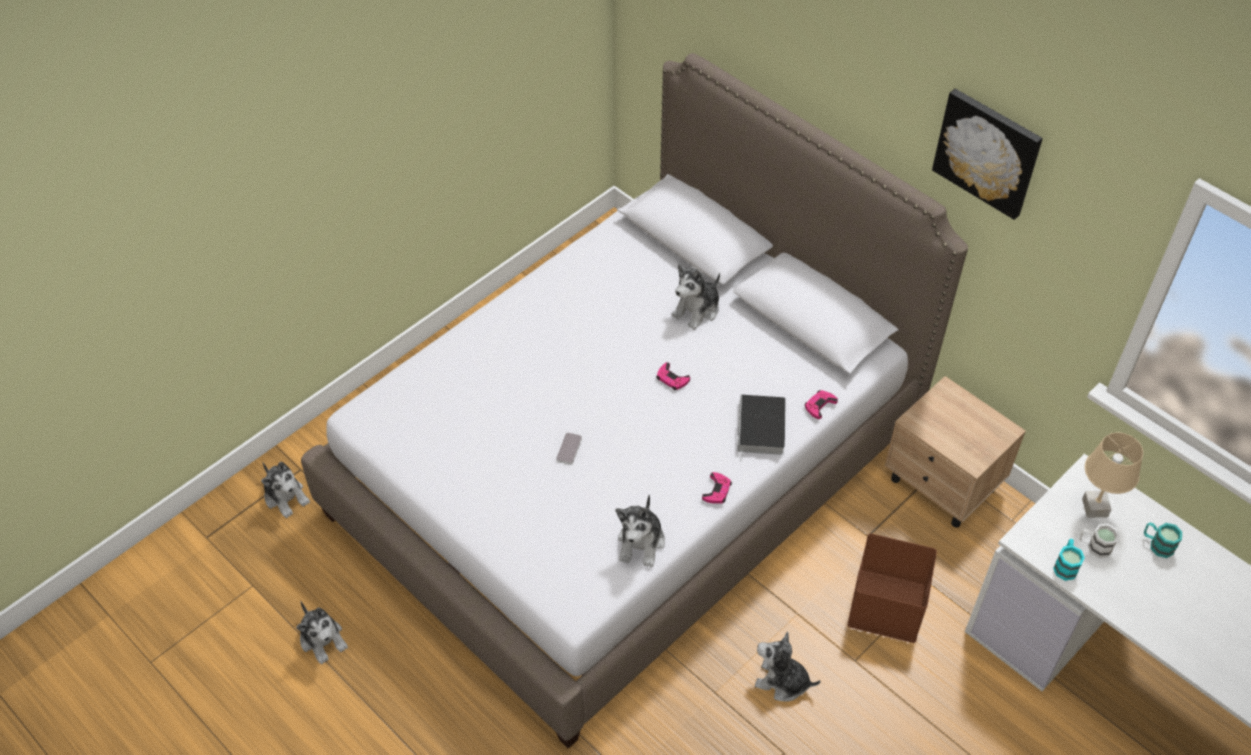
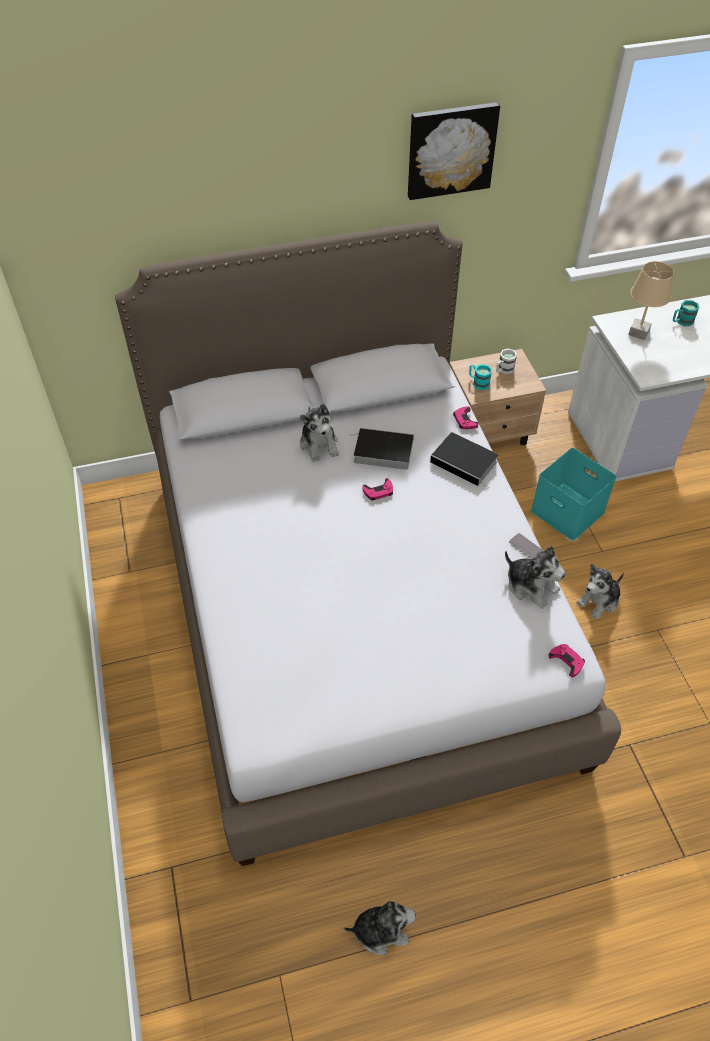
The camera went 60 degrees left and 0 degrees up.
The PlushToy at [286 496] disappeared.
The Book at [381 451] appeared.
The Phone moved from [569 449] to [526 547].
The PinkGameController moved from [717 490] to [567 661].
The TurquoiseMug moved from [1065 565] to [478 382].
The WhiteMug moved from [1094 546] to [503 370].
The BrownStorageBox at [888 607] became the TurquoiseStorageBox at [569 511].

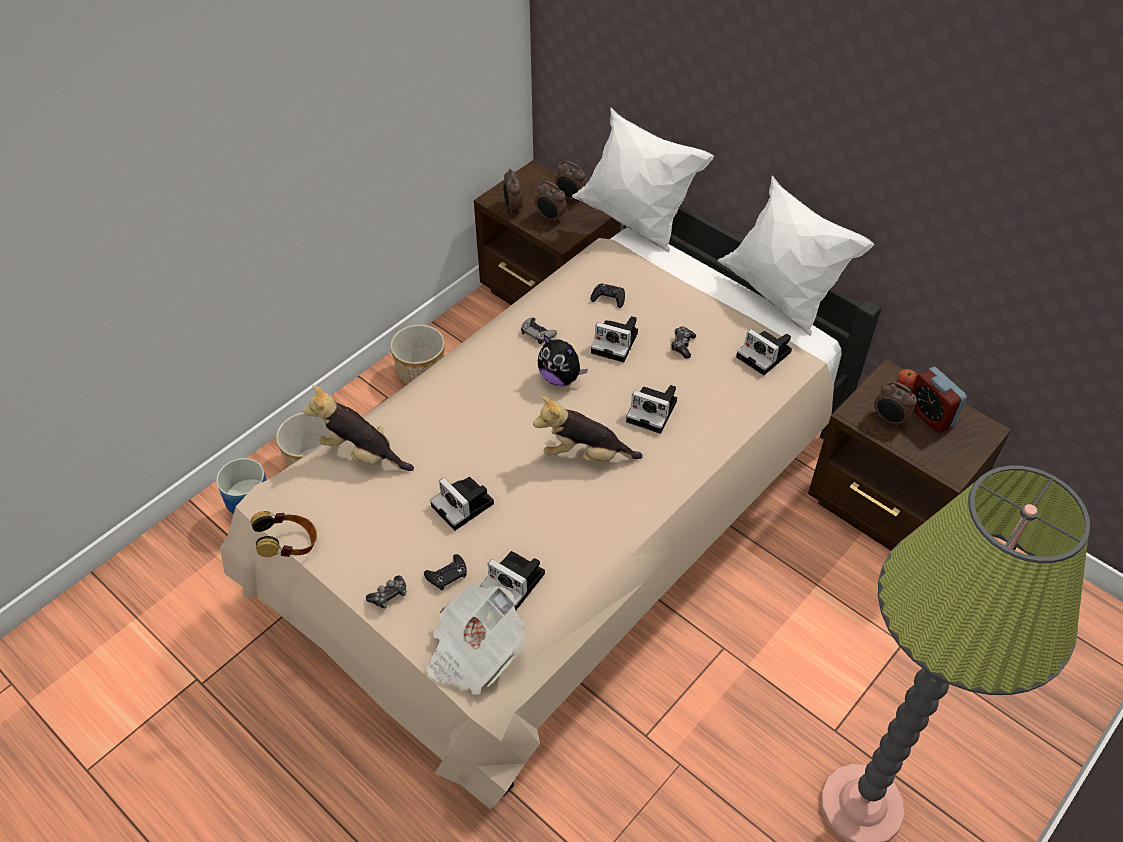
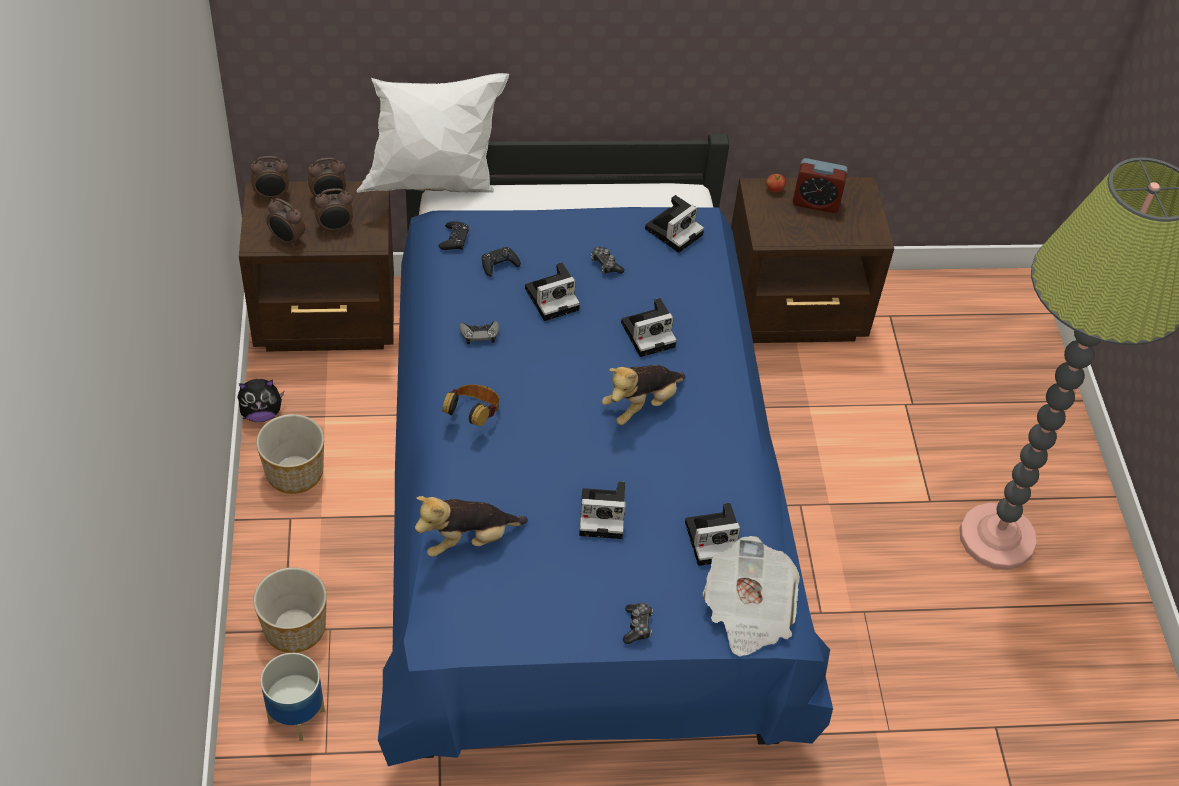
The camera went 50 degrees left and 0 degrees up.
The WhitePillow at [780 298] disappeared.
The Headphones moved from [289 546] to [473 415].
The BlackGameController moved from [447 574] to [454 239].
The PlushToy moved from [560 378] to [261 413].
The AlarmClock moved from [889 419] to [272 195].
The BeigeBed at [560 525] became the BlueBed at [577 509].
The PhotoCamera at [765 355] turned 45 degrees counterclockwise.

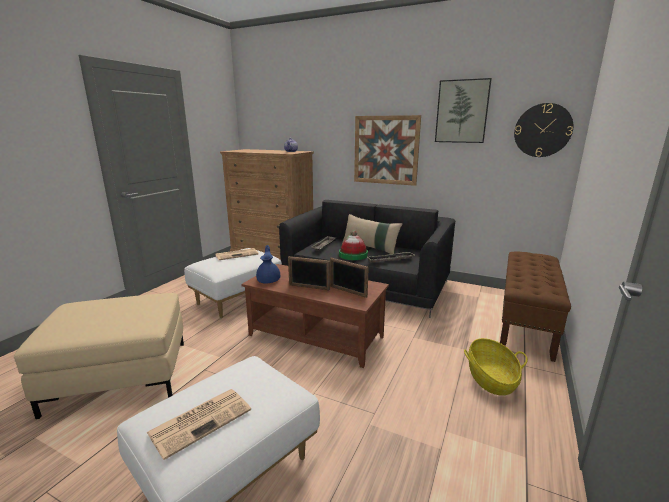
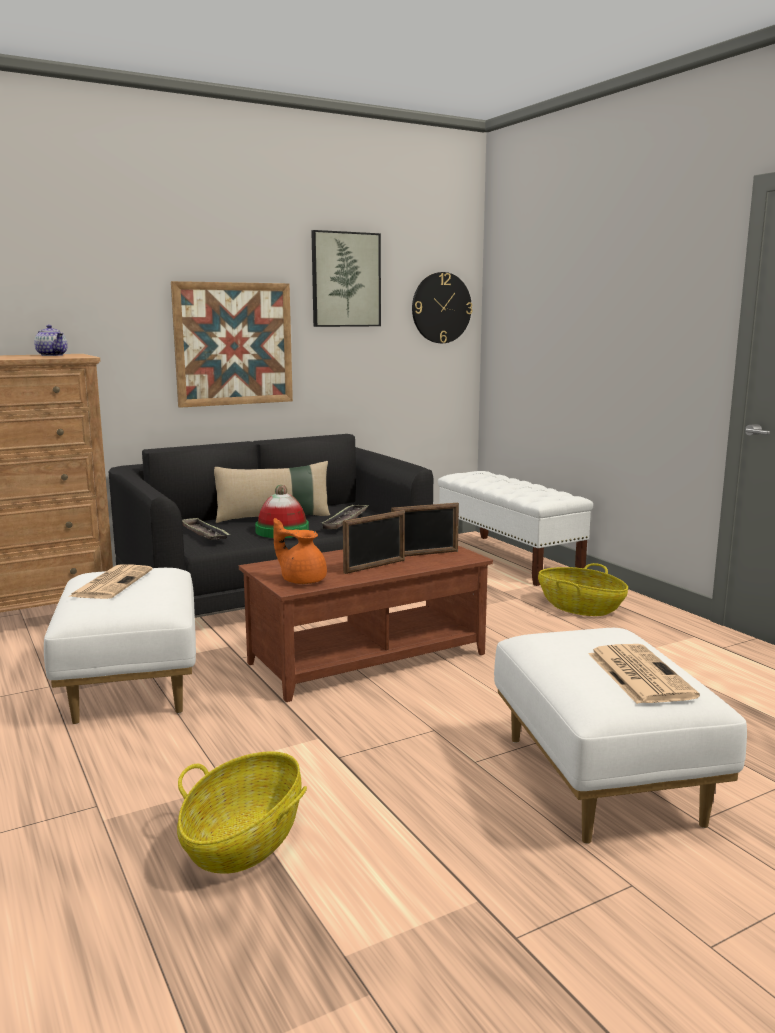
The camera went 55 degrees left and 5 degrees down.
The BeigeOttoman at [121 375] was replaced by the Basket at [244 841].
The BlueTeapot at [269 280] became the OrangeTeapot at [302 580].
The BrownBench at [525 324] became the WhiteBench at [508 559].

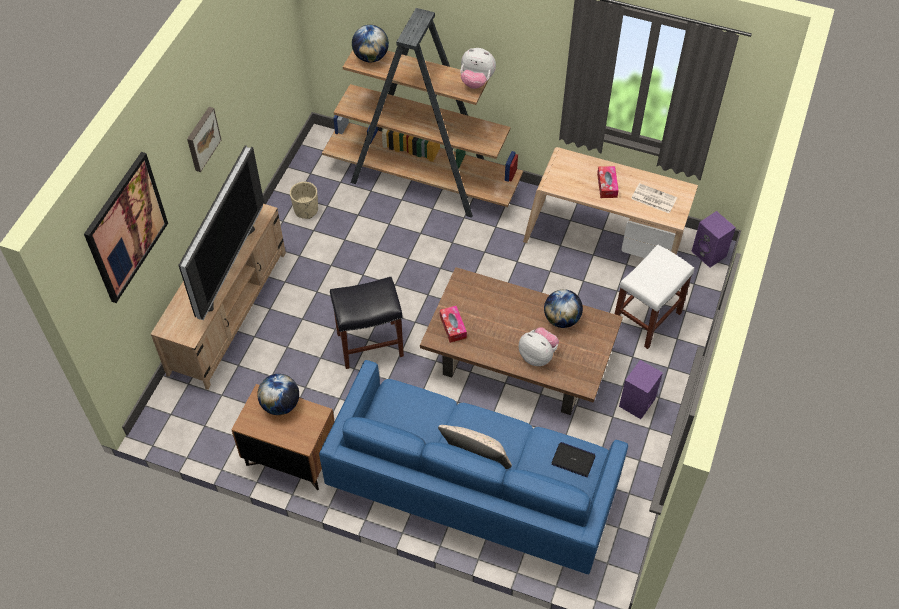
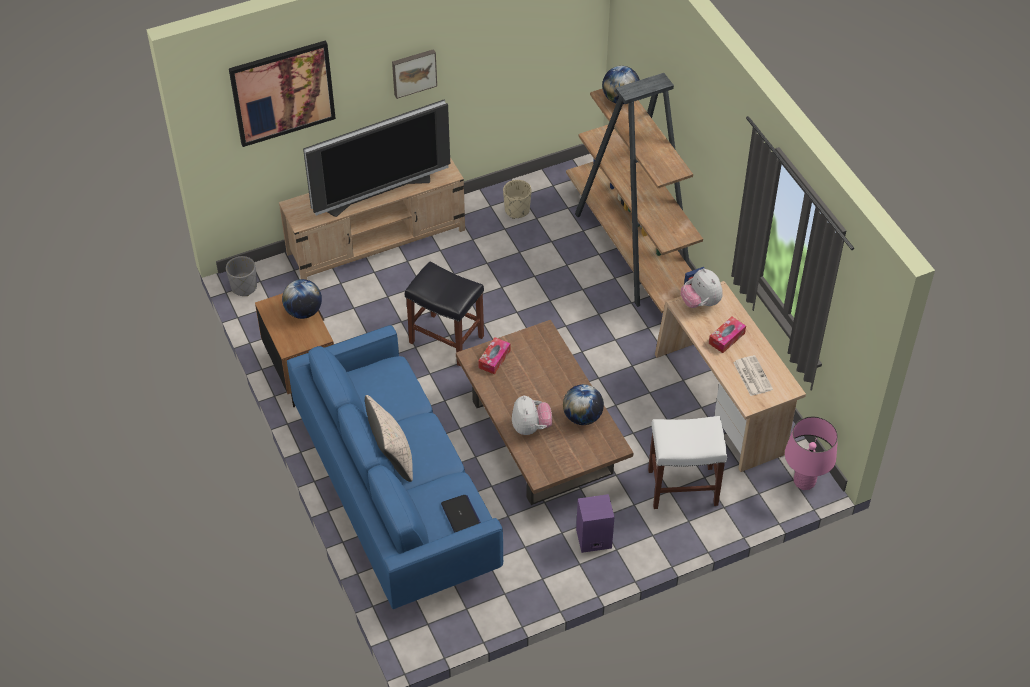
The camera went 45 degrees right and 5 degrees down.
The GreyPlanter at [244 287] appeared.
The PlushToy moved from [476 81] to [700 303].
The PurpleSpeaker at [710 254] was replaced by the PinkTableLamp at [804 482].

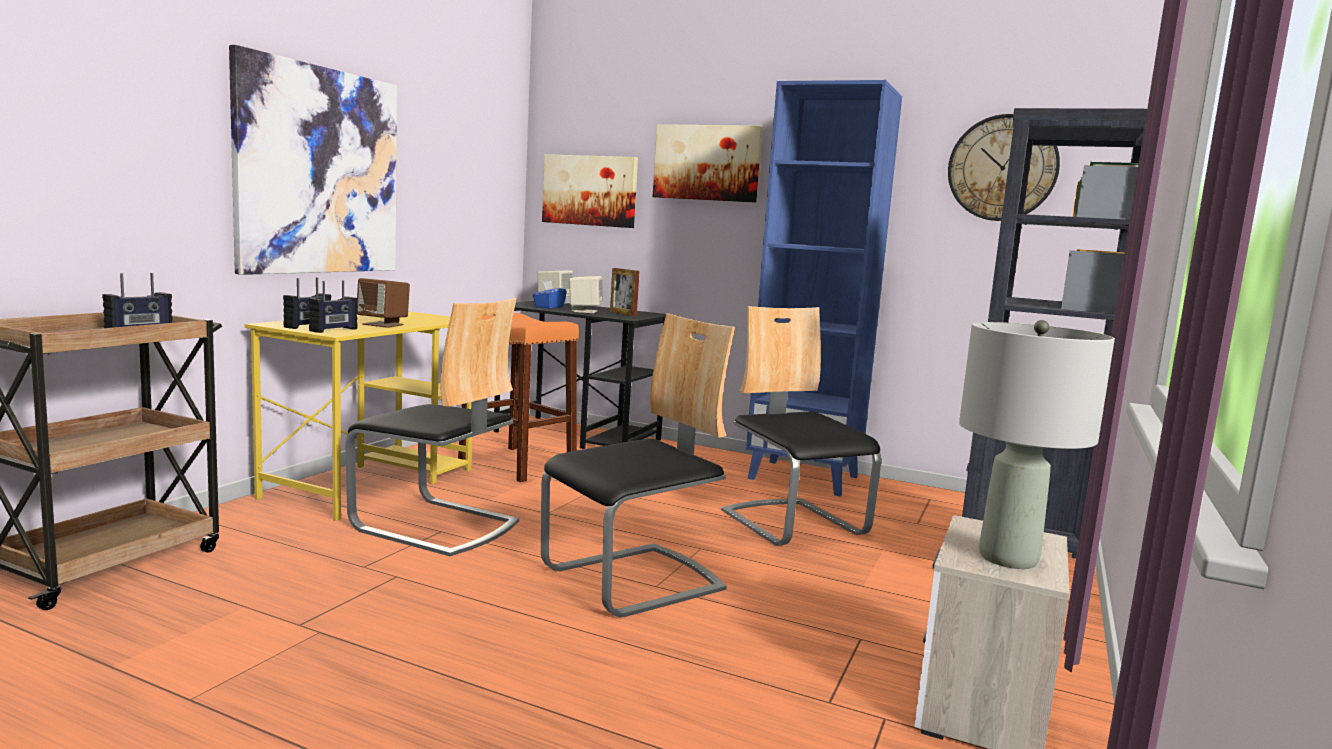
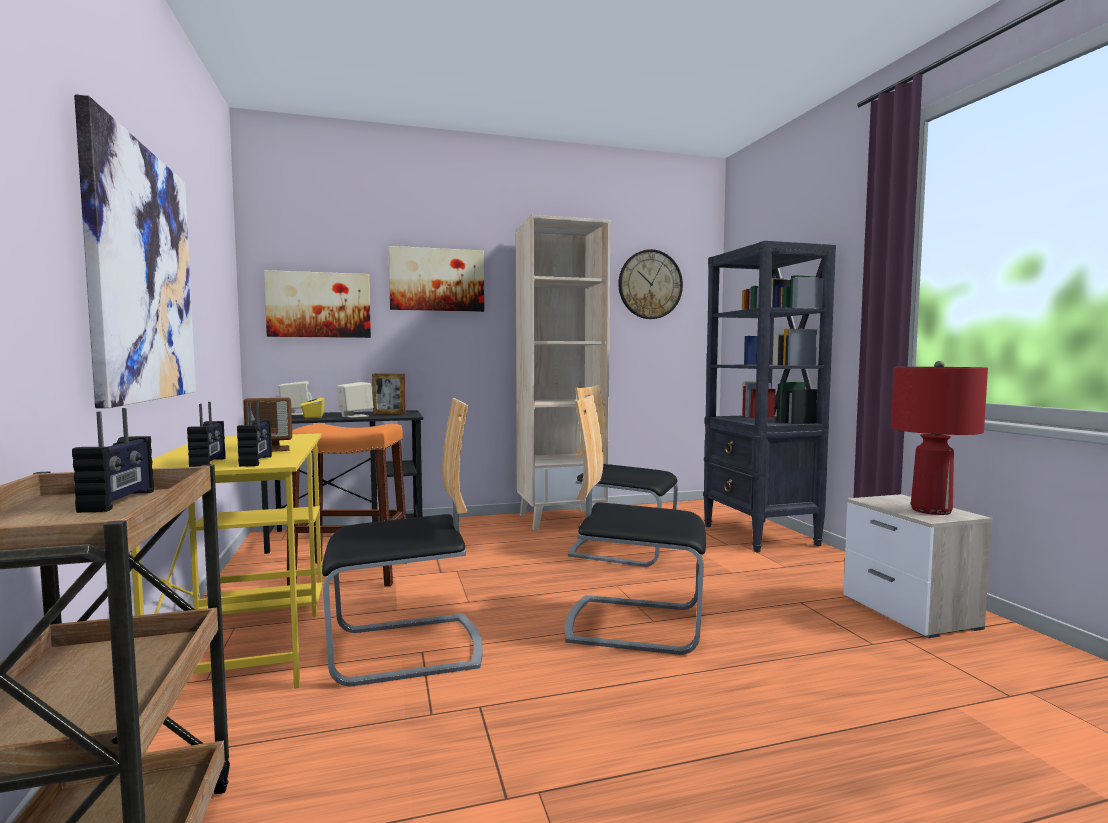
The camera went 40 degrees left and 5 degrees down.
The BlueTissueBox at [548 307] became the YellowTissueBox at [313 417].
The BlueBookcase at [804 477] became the BeigeBookcase at [561 519].
The GreyTableLamp at [1008 558] became the RedTableLamp at [930 510].
The Chair at [634 580] turned 90 degrees counterclockwise.

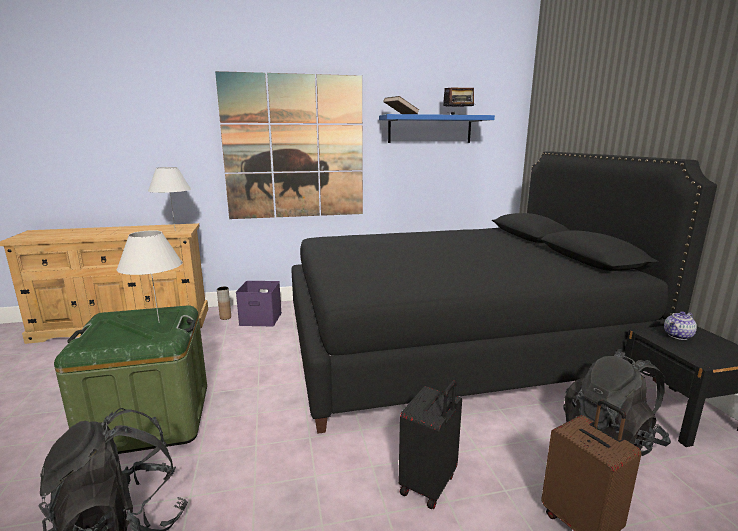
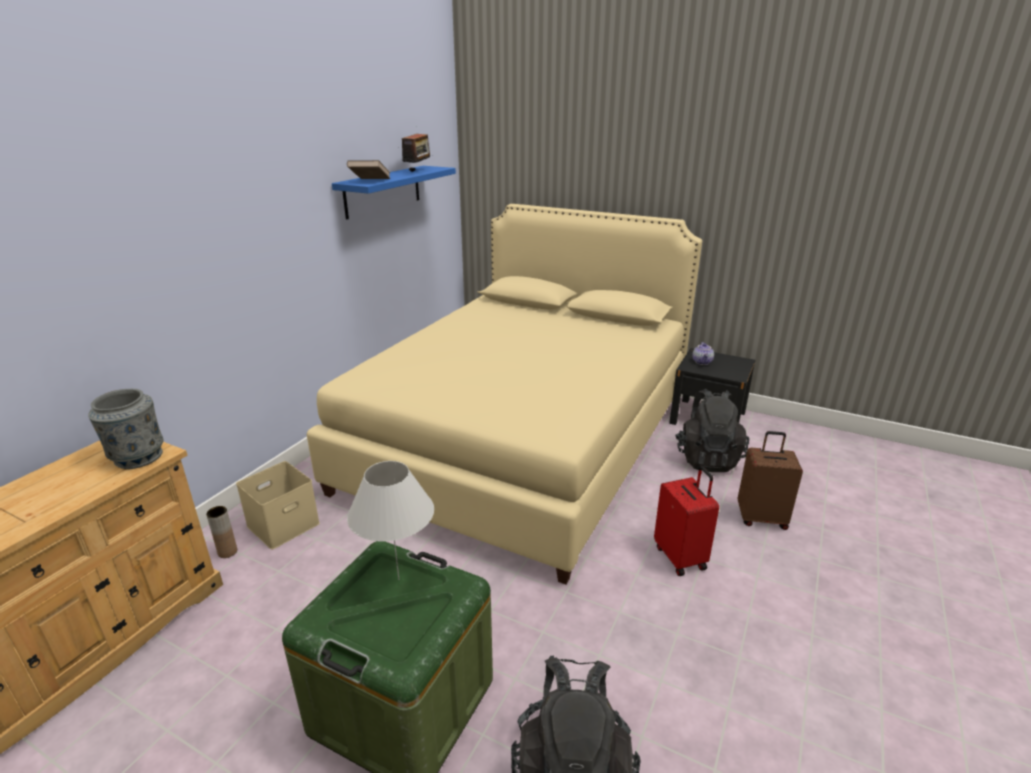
The camera went 50 degrees left and 10 degrees up.
The Picture at [294 148] disappeared.
The WhiteTableLamp at [175 230] was replaced by the GreyVase at [137 457].
The PurpleStorageBox at [259 319] became the BeigeStorageBox at [282 526].
The BlackBed at [452 344] became the BeigeBed at [523 440].
The BlackSuitcase at [429 485] became the RedSuitcase at [681 557].

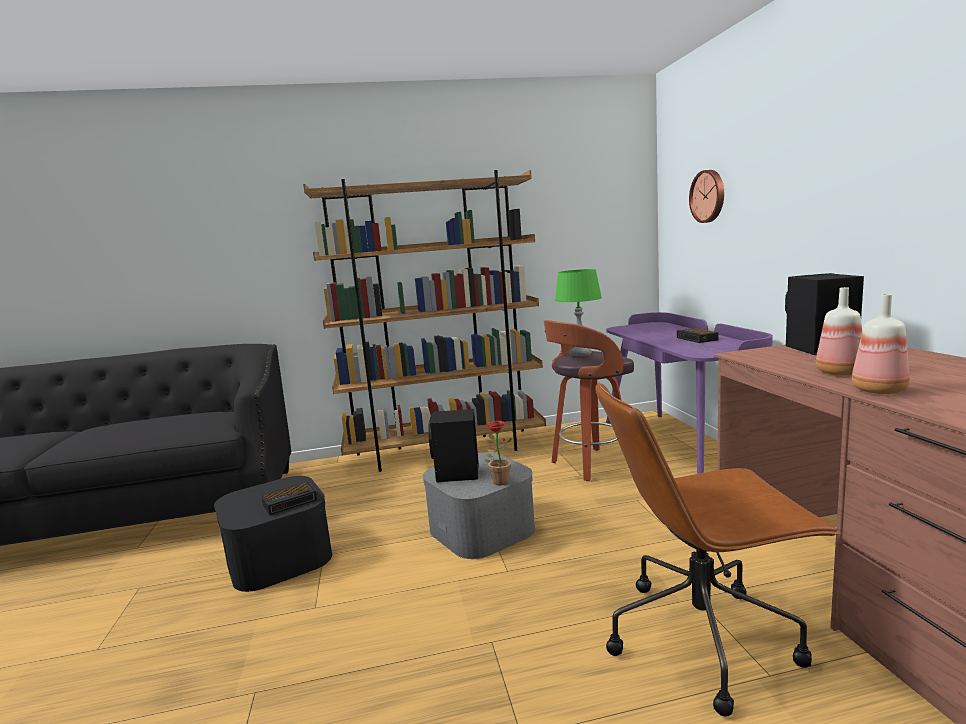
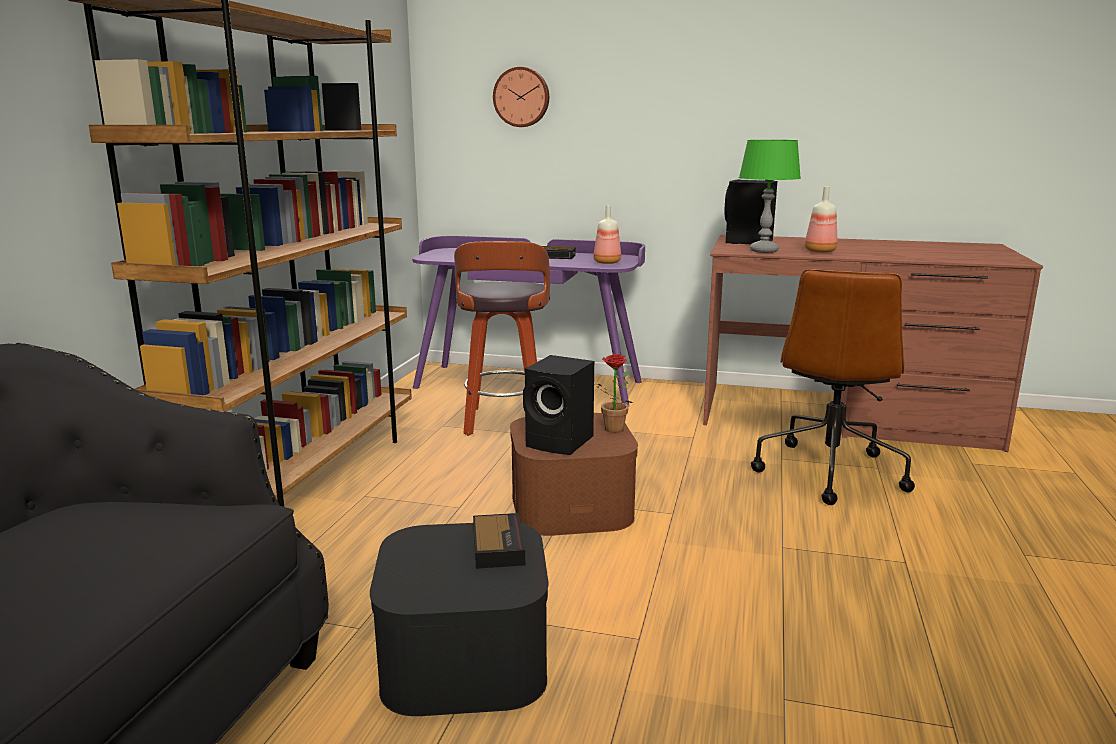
The camera went 65 degrees left and 5 degrees up.
The GreenTableLamp moved from [580 354] to [764 251].
The Bottle moved from [878 391] to [607 262].
The GreyStorageBox at [482 529] became the BrownStorageBox at [572 505].

